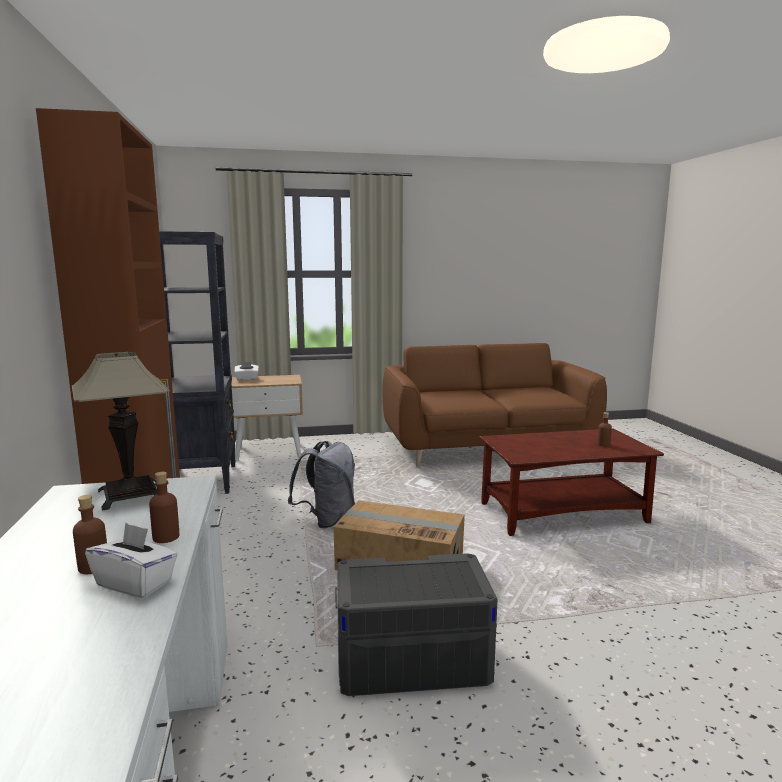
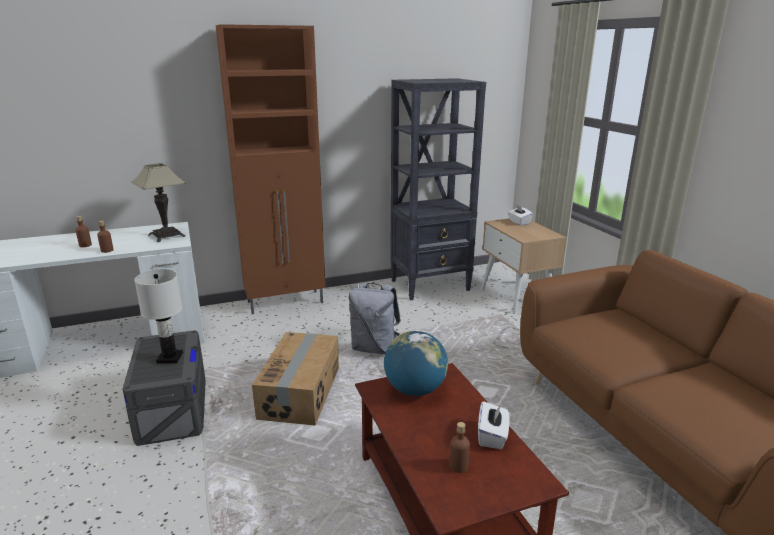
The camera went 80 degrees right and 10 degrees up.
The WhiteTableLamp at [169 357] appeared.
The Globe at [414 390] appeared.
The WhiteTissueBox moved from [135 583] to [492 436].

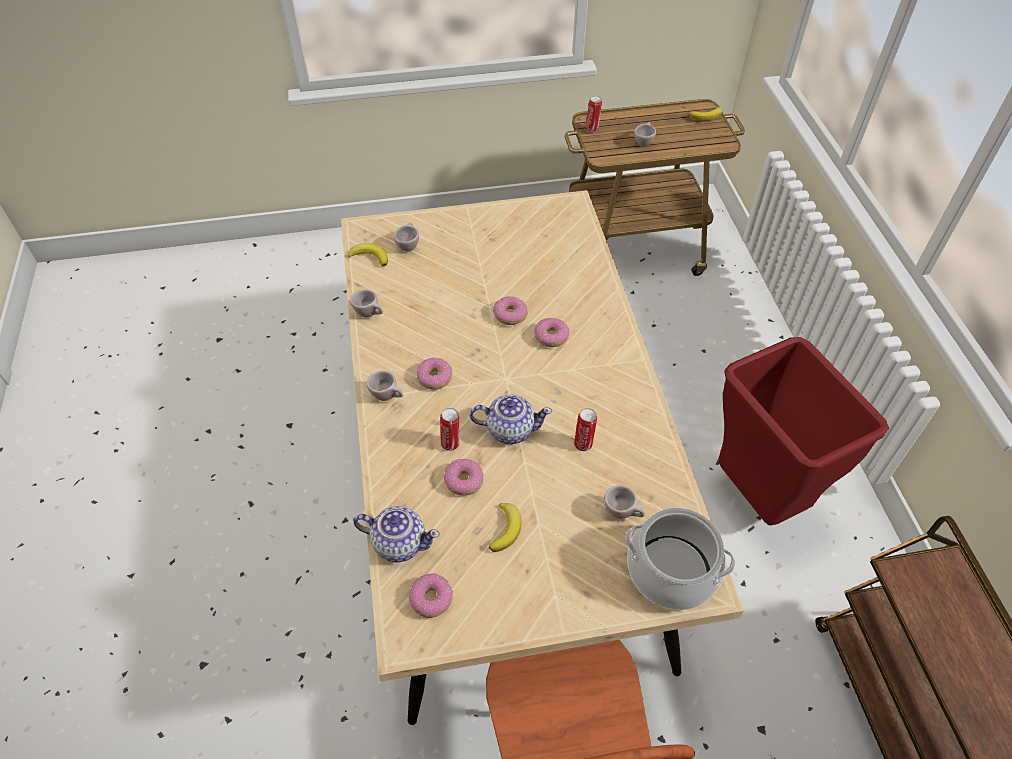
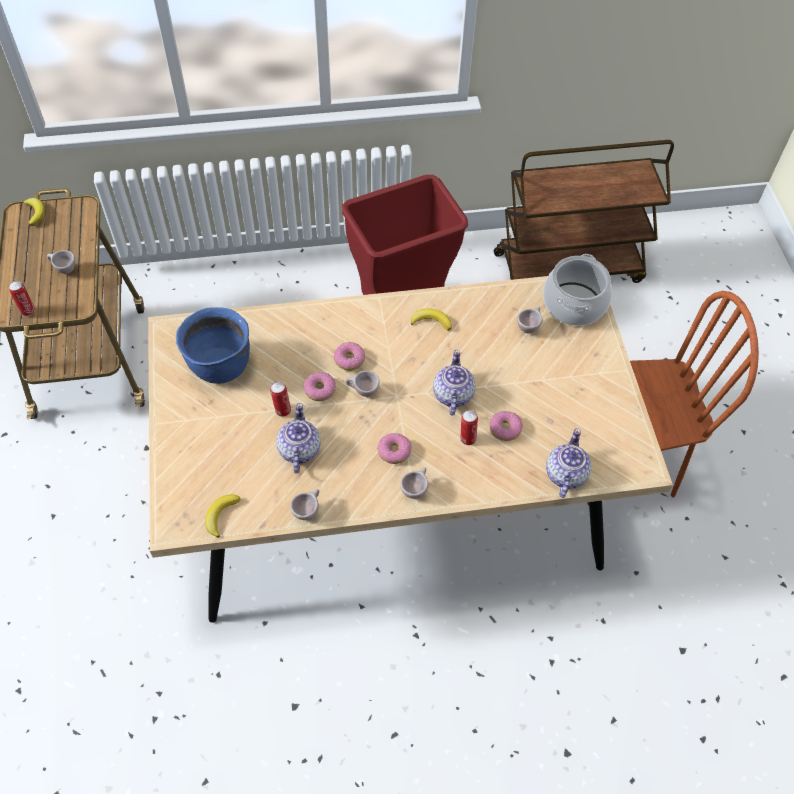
The camera went 90 degrees left and 5 degrees up.
The Donut at [431 598] disappeared.
The BlueCookingPot at [219 365] appeared.
The Teapot at [299 450] appeared.
The BeigeCup moved from [408 246] to [362 392].
The Banana moved from [506 529] to [431 321].
The Can moved from [583 443] to [282 410].

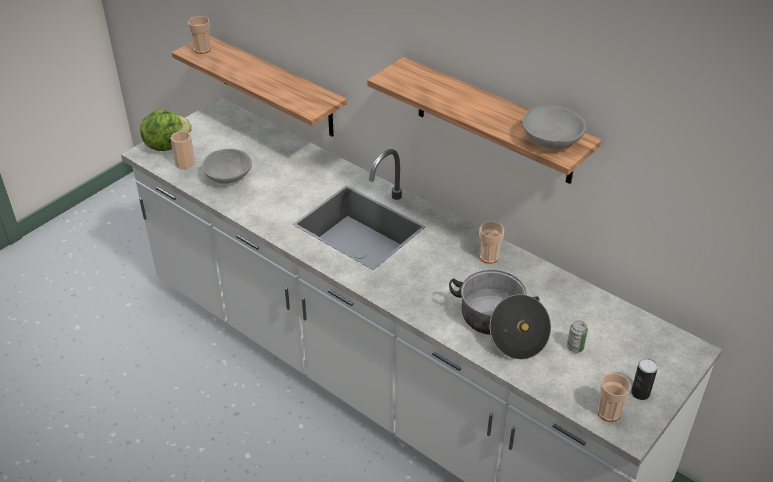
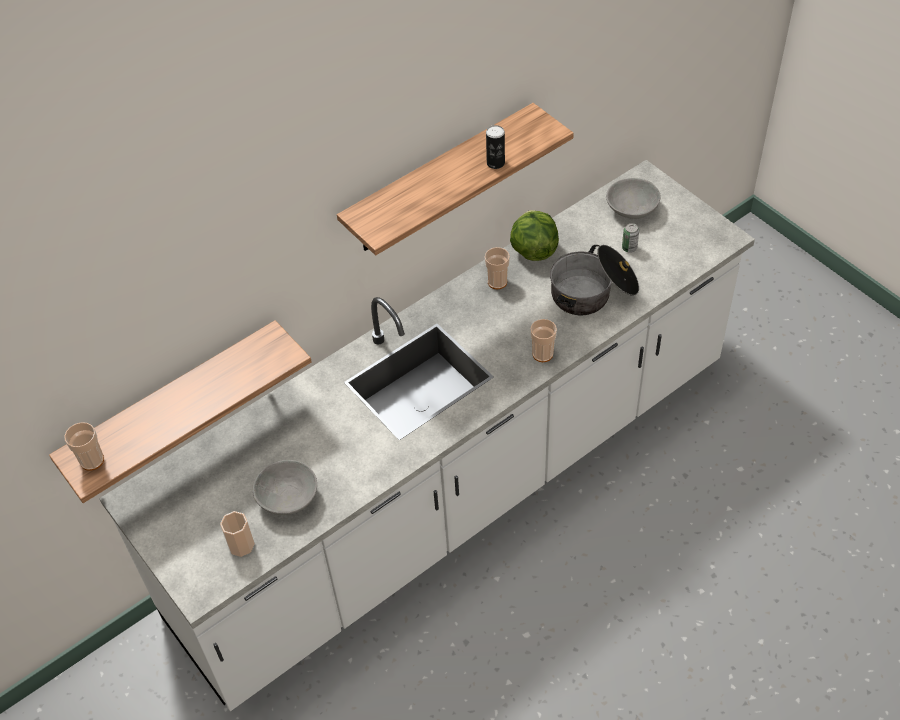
The camera went 75 degrees left and 10 degrees up.
The Lettuce moved from [167 145] to [533 250].
The GreyBowl moved from [551 141] to [632 209].
The Cup moved from [608 412] to [542 354].
The Can moved from [640 393] to [495 163].

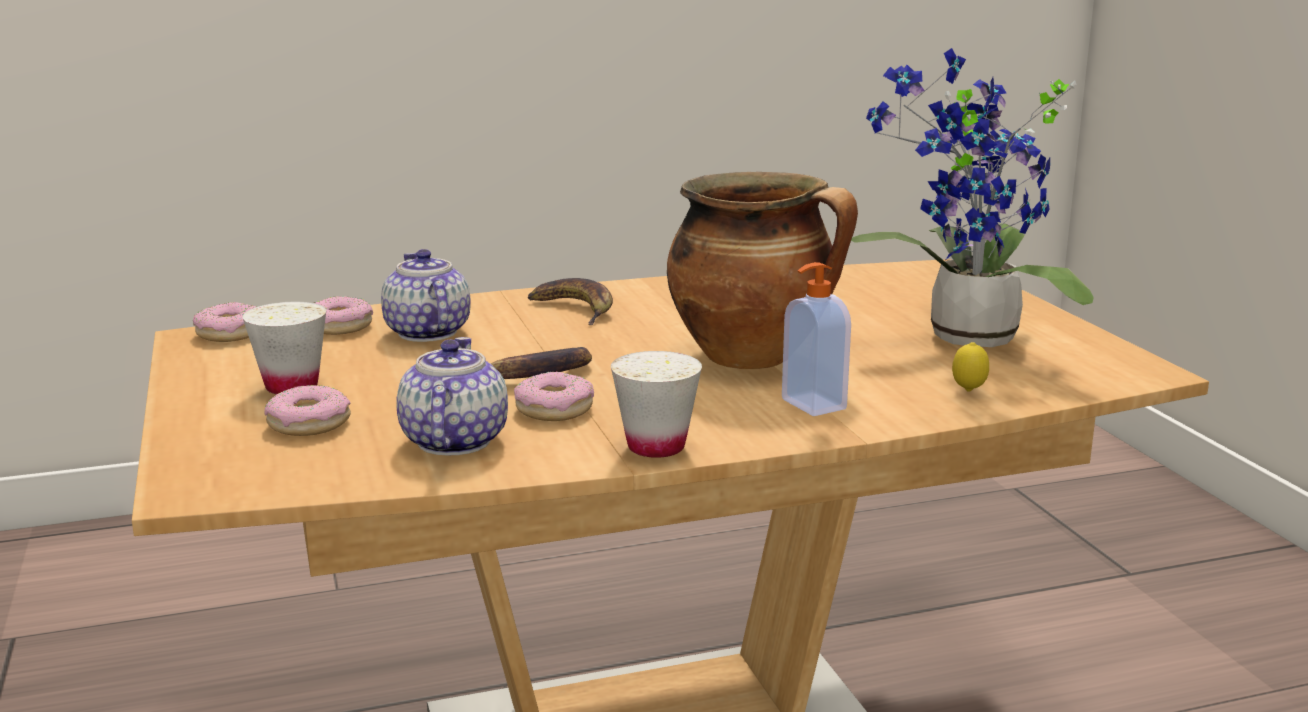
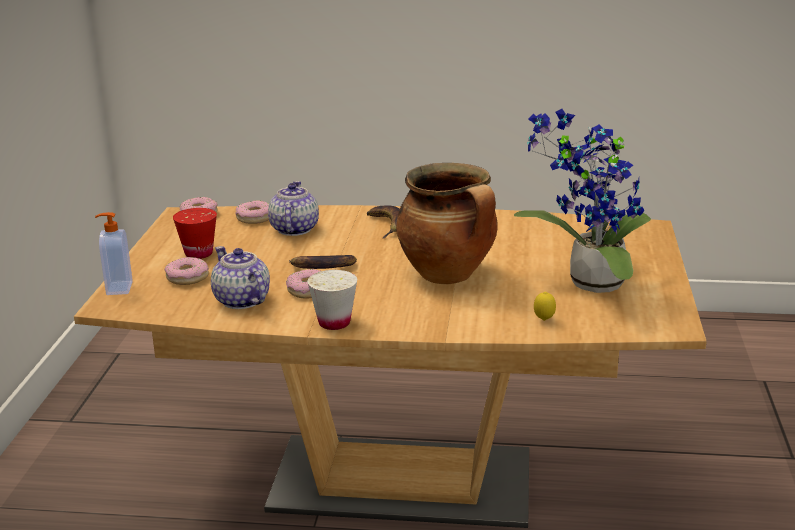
The camera went 25 degrees right and 5 degrees up.
The SoapDispenser moved from [811 405] to [118 288].
The WhiteCup at [291 386] became the RedCup at [198 254].
The Teapot at [453 442] turned 60 degrees counterclockwise.

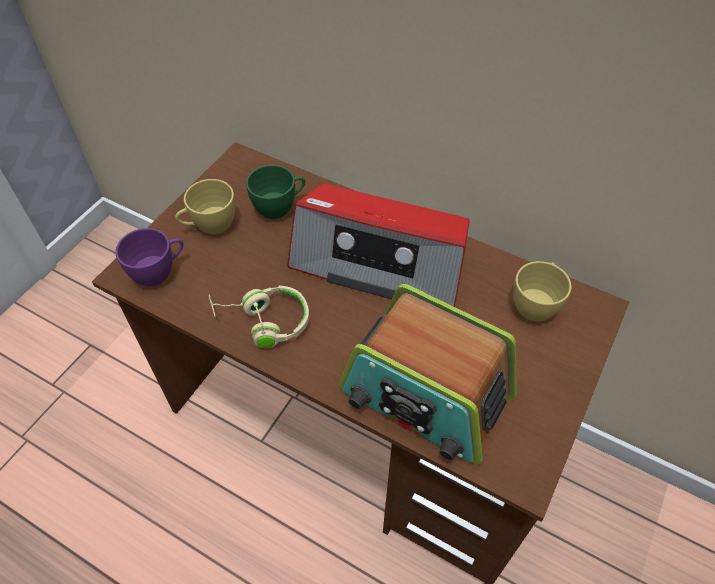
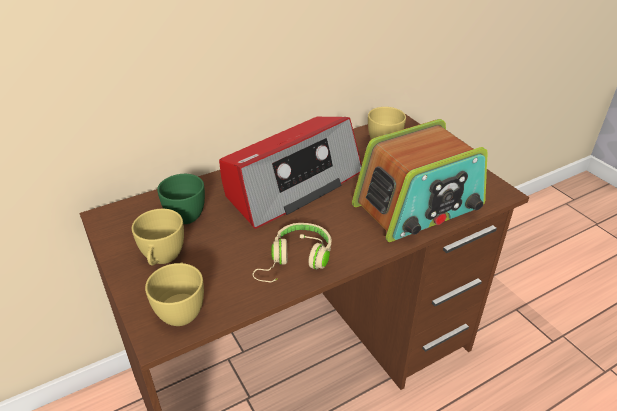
The camera went 60 degrees left and 15 degrees down.
The PurpleCup at [159 272] became the YellowCup at [182 309].

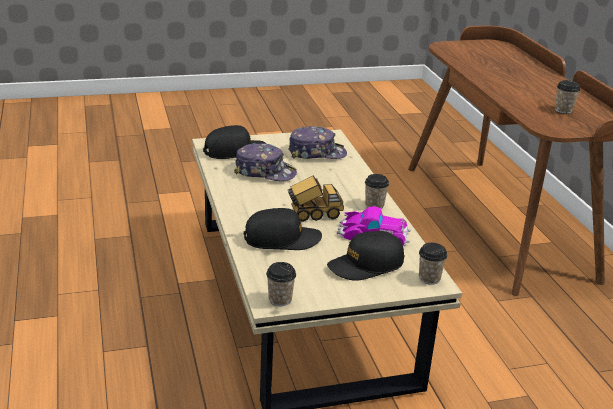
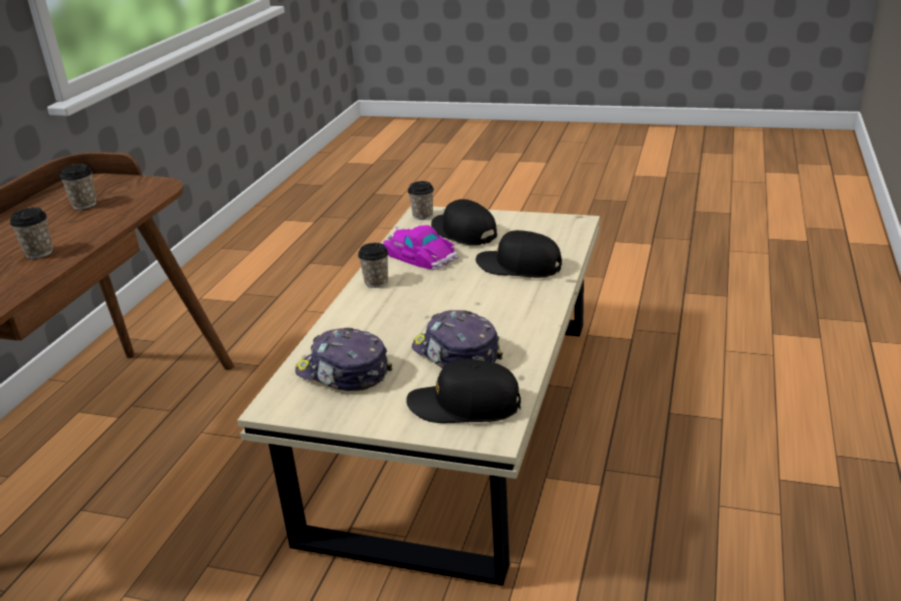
The camera went 145 degrees left and 0 degrees up.
The ToyTruck at [314 214] disappeared.
The Cup moved from [280 300] to [39 253].
The BlackCap at [366 265] turned 135 degrees counterclockwise.

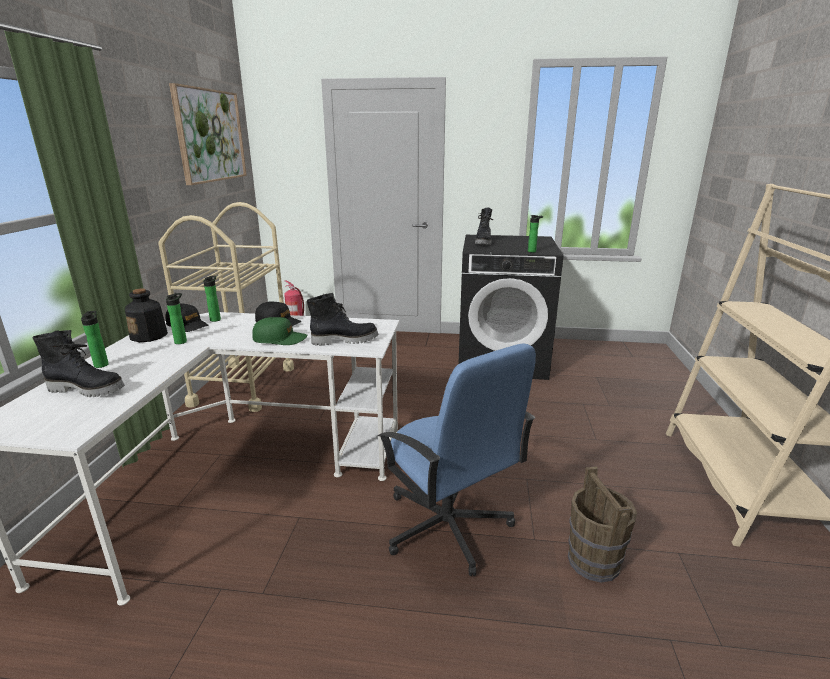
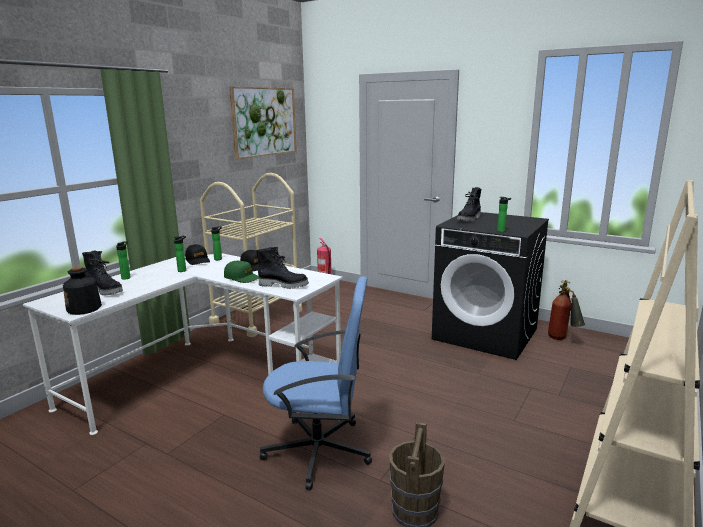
The camera went 25 degrees right and 5 degrees down.
The FireExtinguisher at [562 340] appeared.
The Bottle moved from [149 336] to [84 309].
The BlueOfficeChair at [447 527] turned 75 degrees counterclockwise.

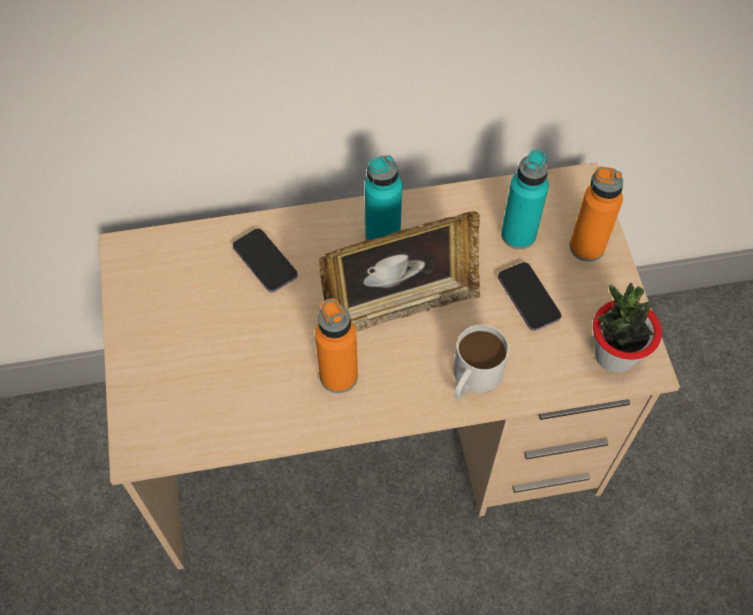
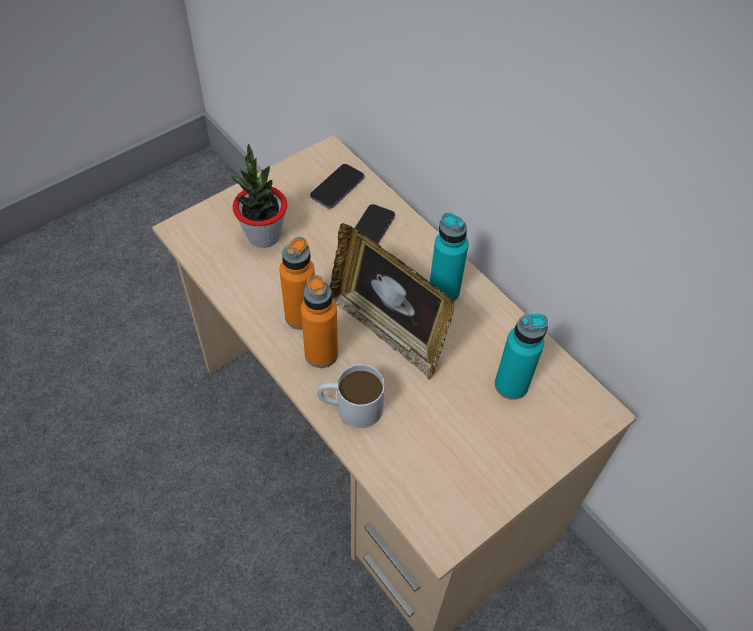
The camera went 60 degrees right and 5 degrees down.
The Phone moved from [528 297] to [337 187].
The OrangeBottle moved from [587 247] to [321 354].
The PottedPlant moved from [614 355] to [263 235].

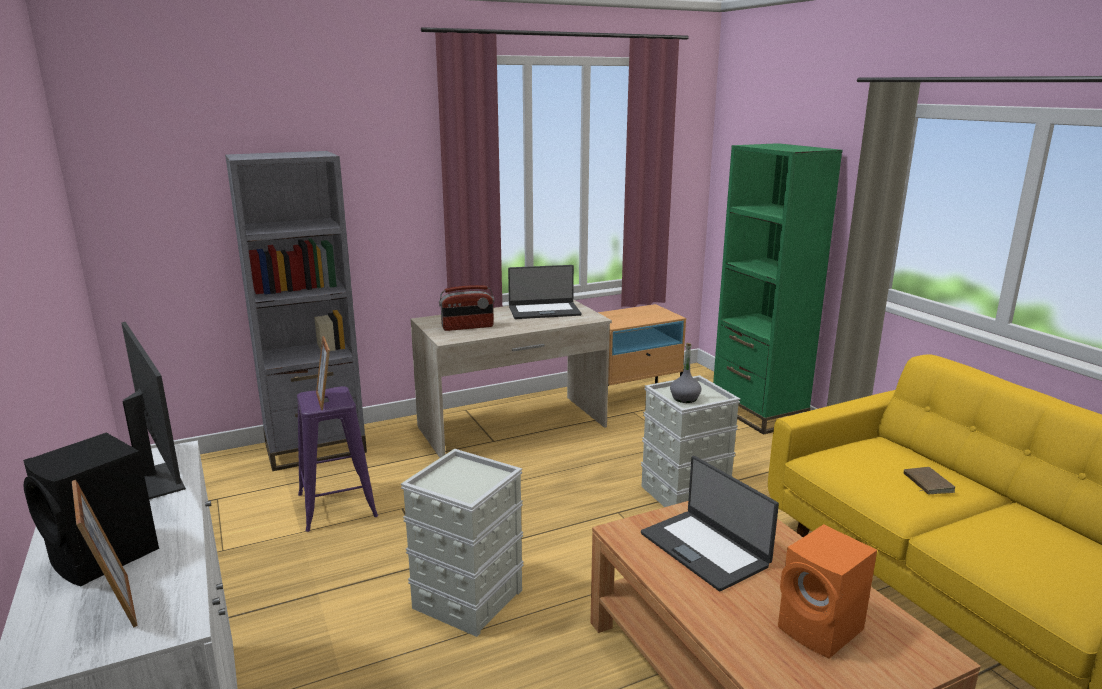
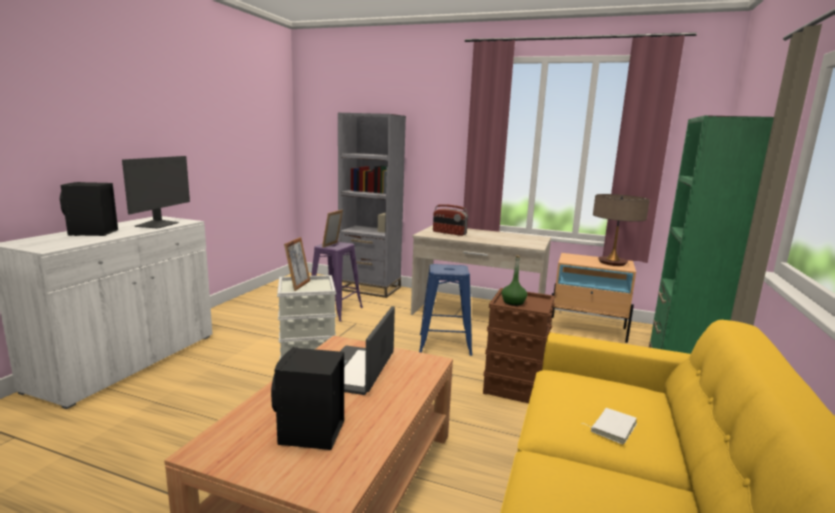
The camera went 45 degrees right and 5 degrees down.
The Laptop at [544 311] disappeared.
The BlueStool at [445 344] appeared.
The TableLamp at [612 263] appeared.
The PictureFrame moved from [116 605] to [298 285].
The GreyStorageBox at [684 493] became the BrownStorageBox at [515 387].
The GreyBottle at [685 398] became the GreenBottle at [513 302].
The OrangeSpeaker at [822 631] became the BlackSpeaker at [310 434].
The BrownBook at [926 483] became the WhiteBook at [612 427].

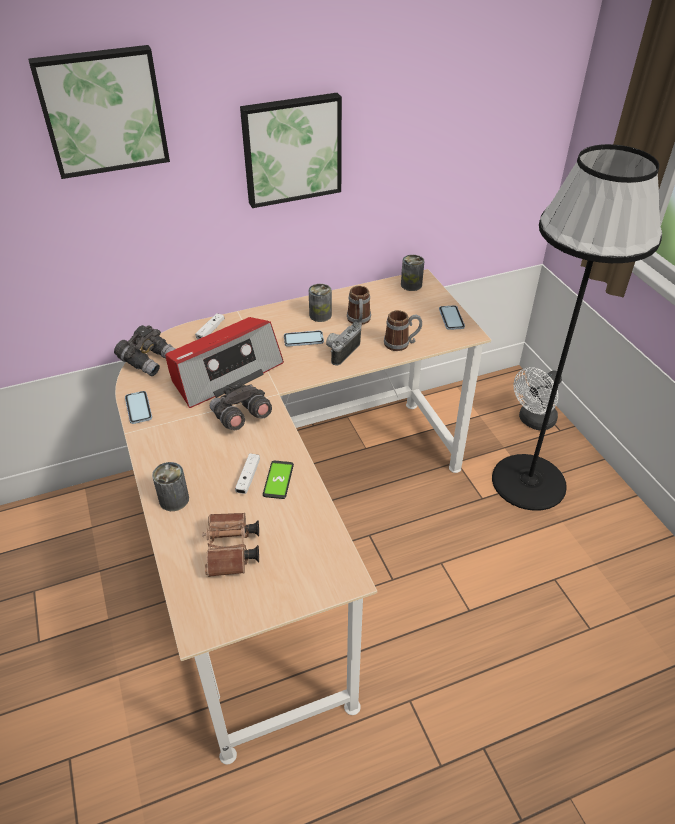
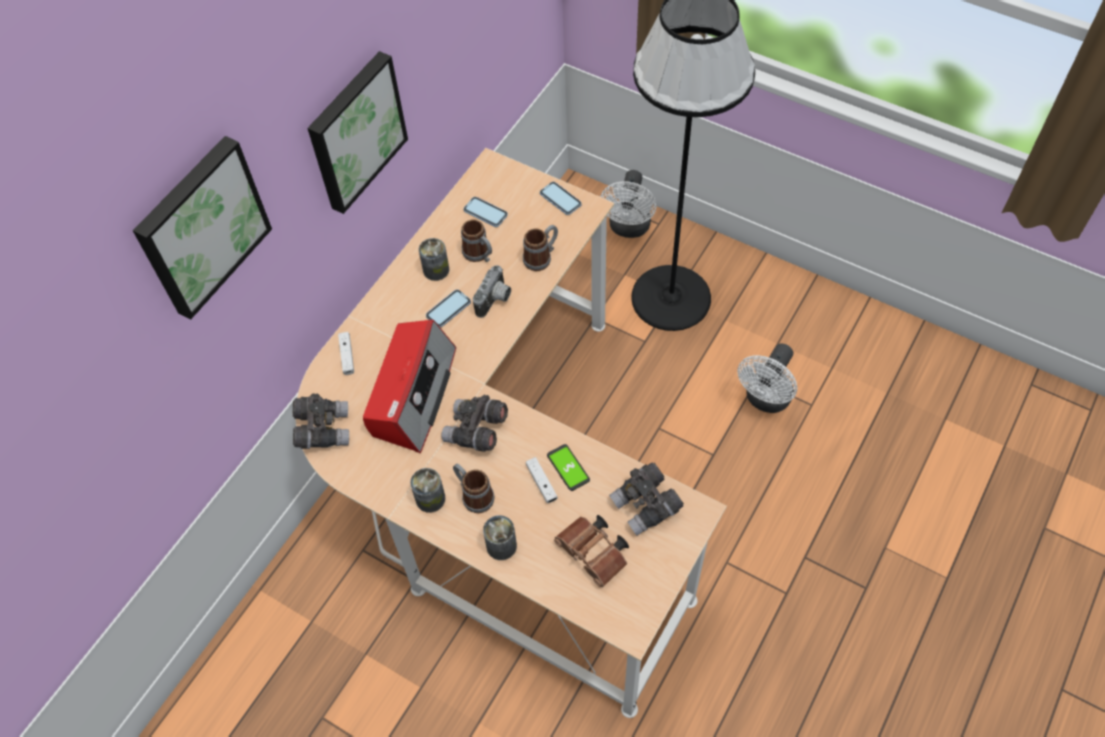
The camera went 35 degrees left and 15 degrees up.
The Mug at [473 495] appeared.
The GreyBinoculars at [646 506] appeared.
The WhiteFan at [765 400] appeared.
The Phone moved from [138 408] to [485 213].
The Can moved from [411 285] to [430 499].
The PhotoCamera at [341 351] turned 150 degrees counterclockwise.

